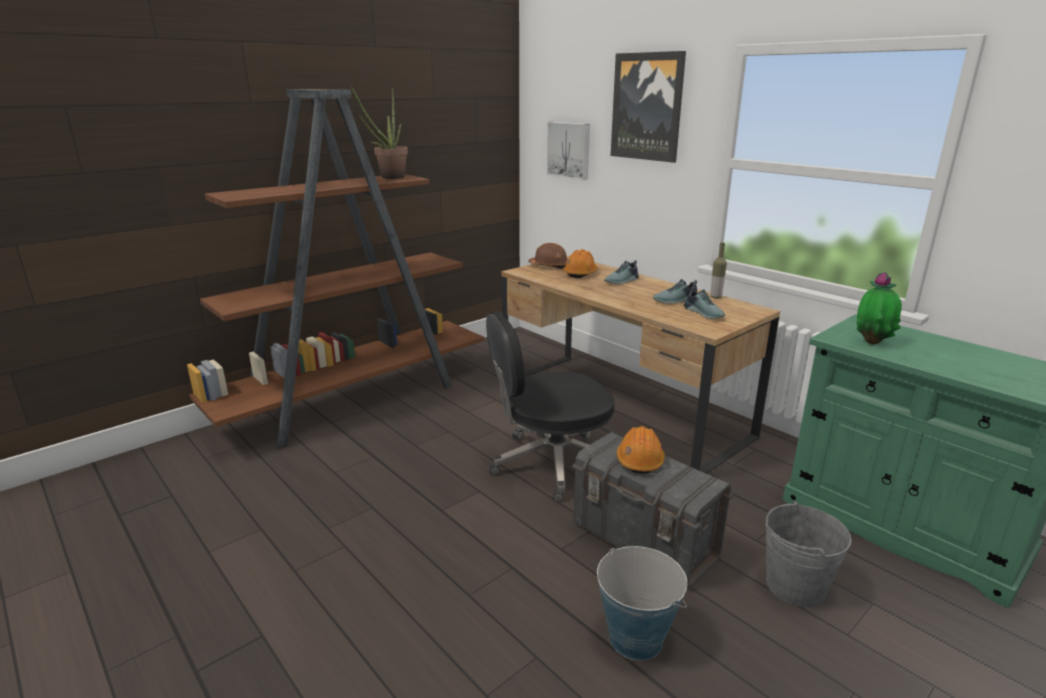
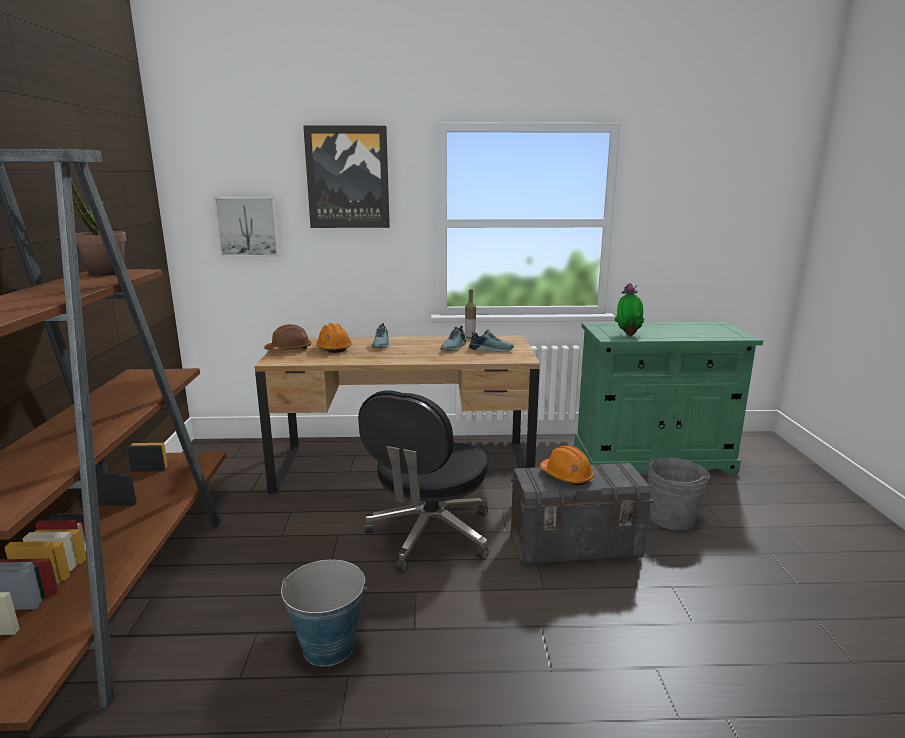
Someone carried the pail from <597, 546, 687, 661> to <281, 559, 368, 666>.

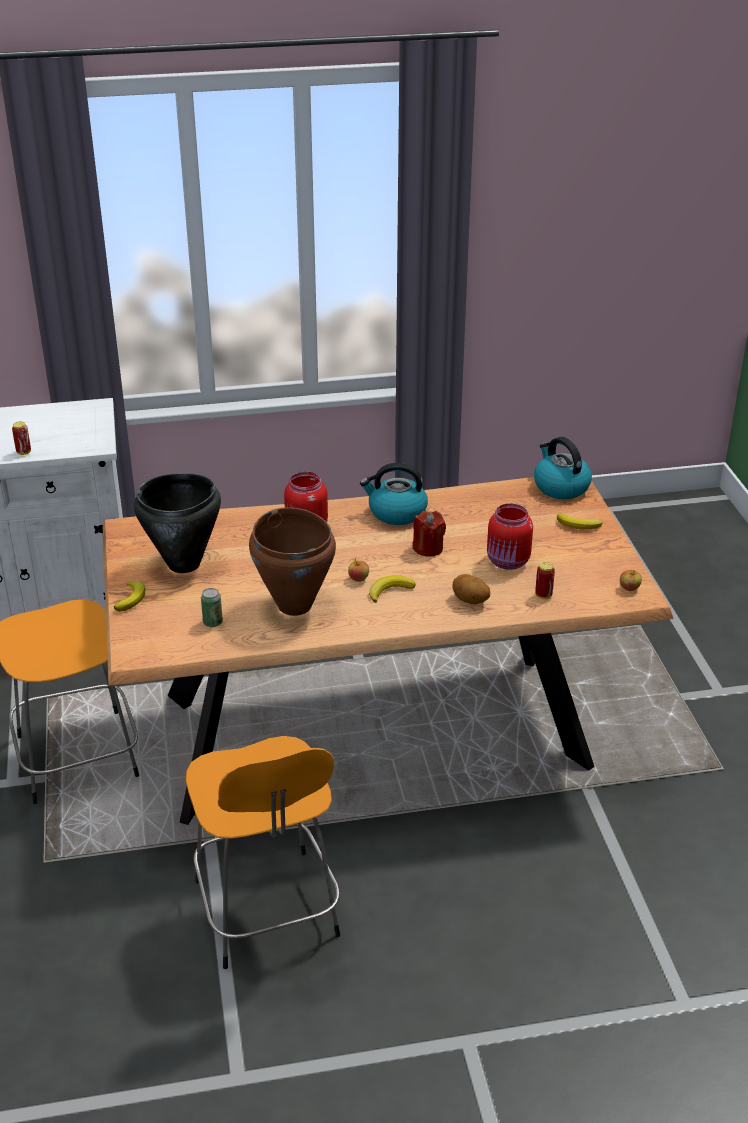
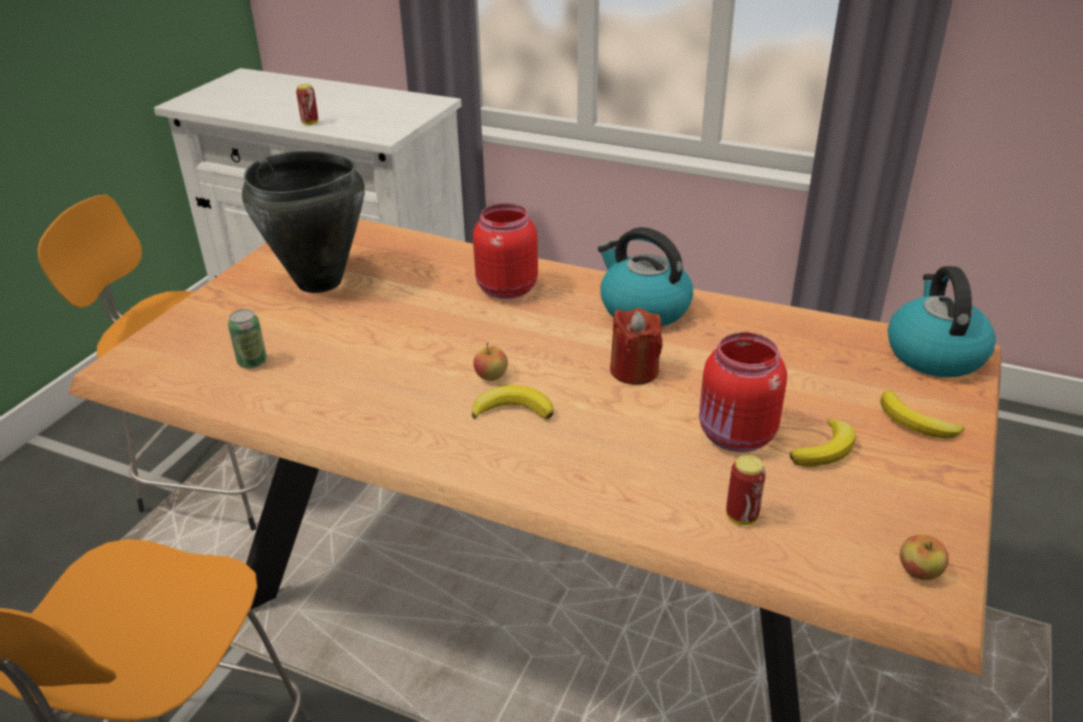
Someone carried the whole banana from <114, 581, 145, 612> to <790, 419, 855, 467>.
Someone took away the brown-coloured saucepot at <249, 507, 336, 616>.
Someone took away the whole potato at <452, 574, 490, 604>.

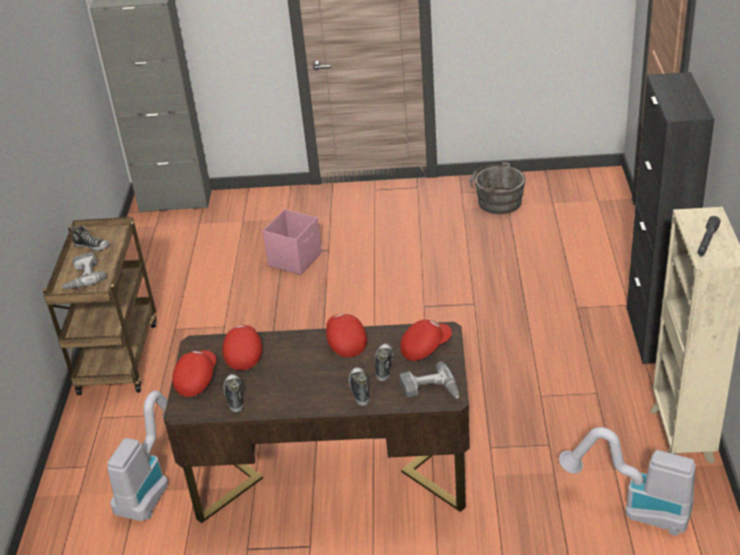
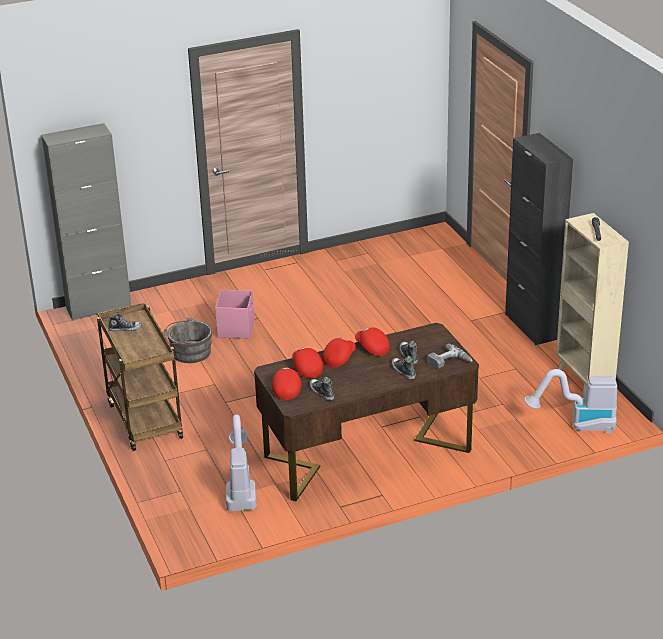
Someone took away the drill at <61, 252, 107, 289>.
Someone carried the red-coloured baseball cap from <400, 320, 452, 361> to <322, 338, 356, 368>.
Someone carried the greyish pail from <469, 162, 525, 214> to <164, 317, 212, 363>.

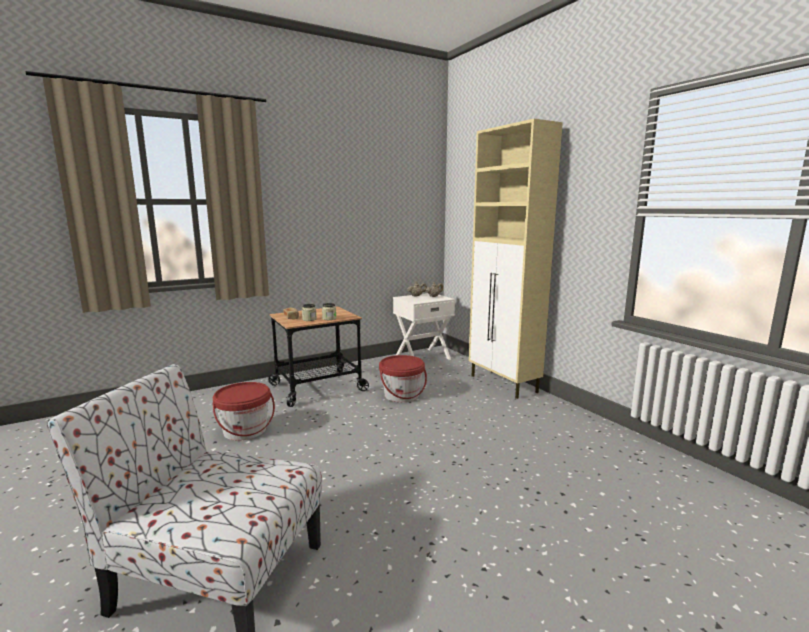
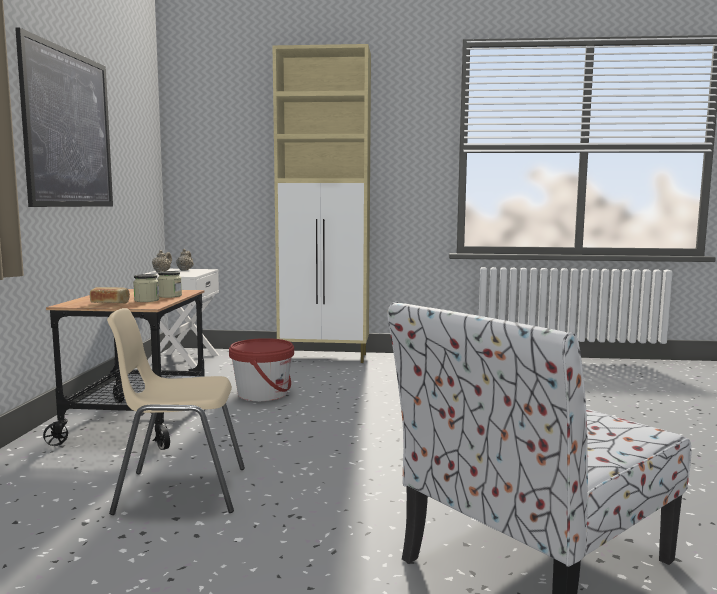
Someone swapped the red-coloured pail at <213, 382, 275, 441> for the sand-coloured chair at <107, 308, 245, 515>.
Someone put up the wall art at <15, 28, 113, 207>.

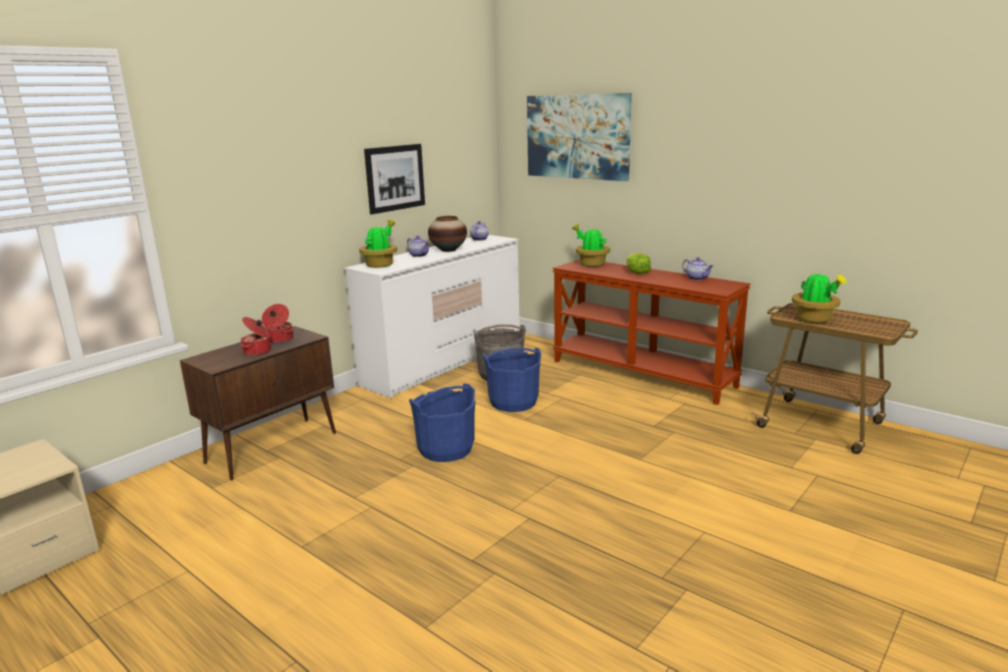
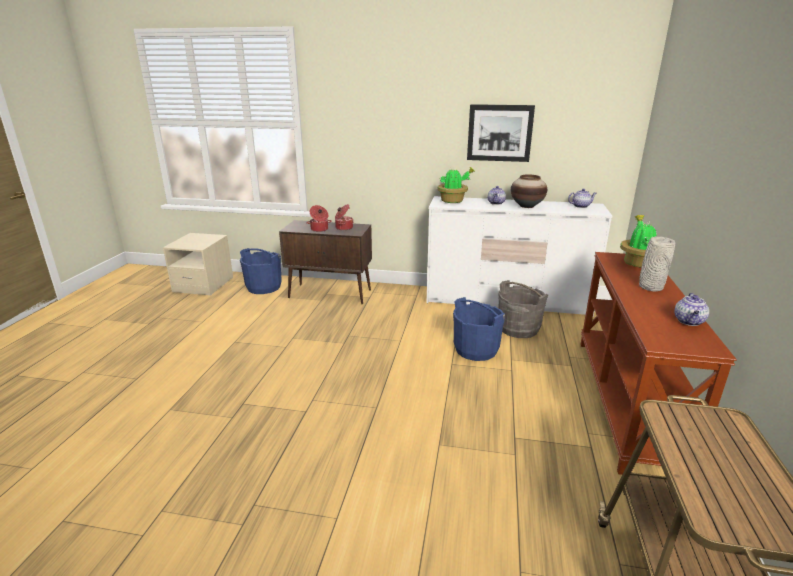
Someone carried the bluish pail from <409, 384, 475, 462> to <240, 248, 282, 294>.
Someone took away the wall art at <527, 93, 632, 181>.
Someone swapped the head of lettuce at <626, 253, 651, 274> for the greyish flower vase at <639, 236, 675, 292>.
Someone took away the potted plant at <792, 269, 847, 323>.

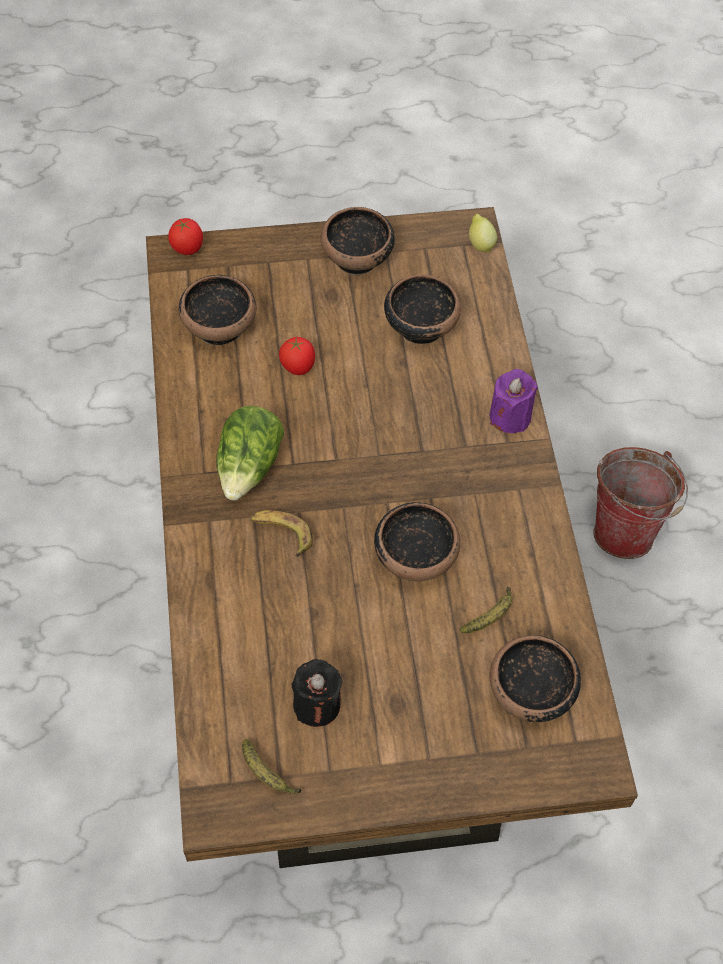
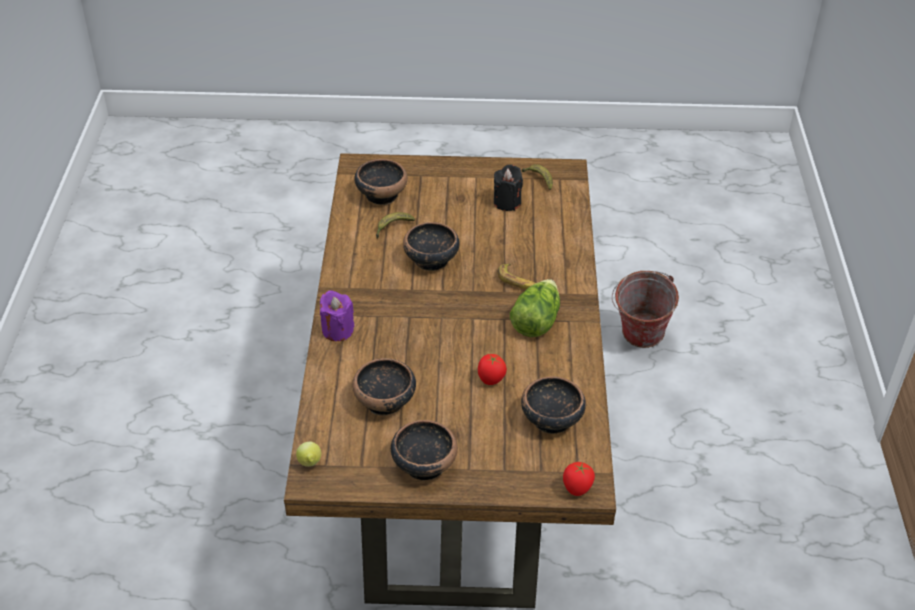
Someone carried the pail from <594, 447, 688, 559> to <612, 271, 679, 348>.

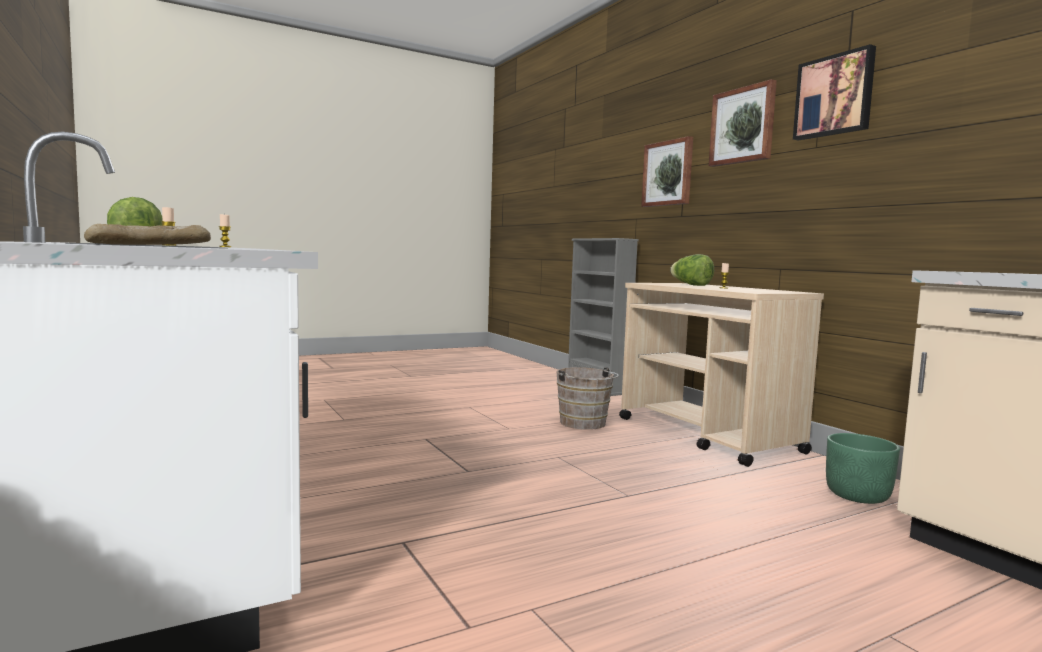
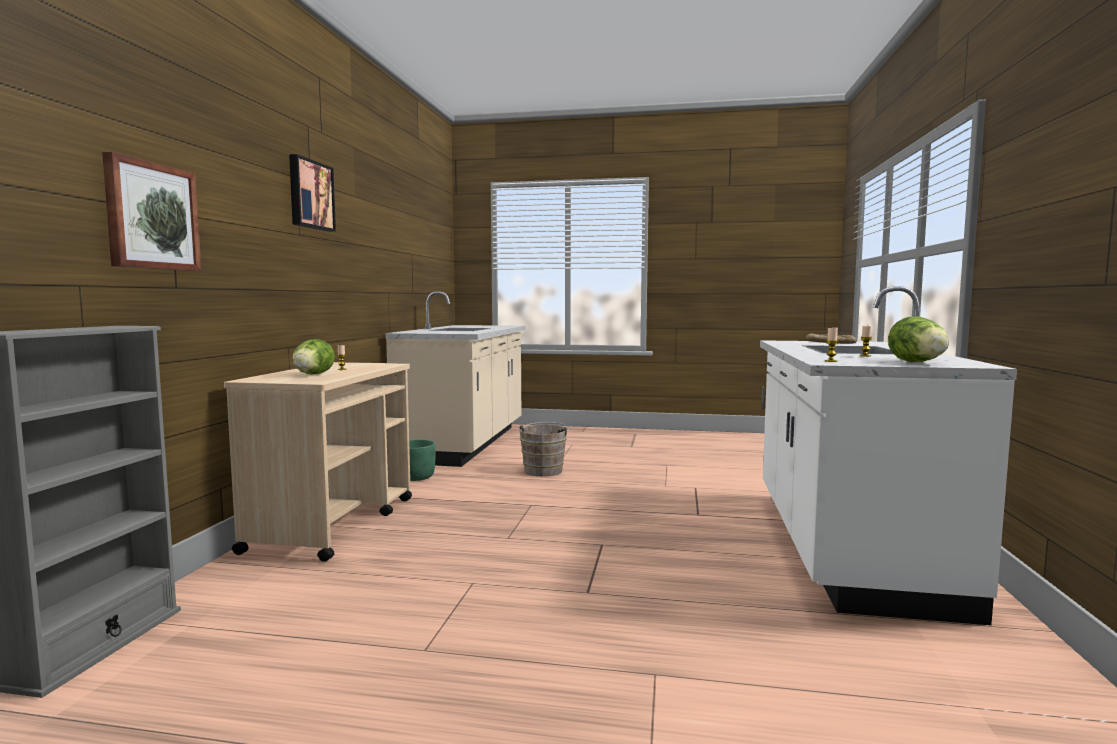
Someone carried the brown-coloured pail from <556, 367, 619, 430> to <519, 422, 570, 477>.
Someone took away the wall art at <709, 79, 777, 167>.

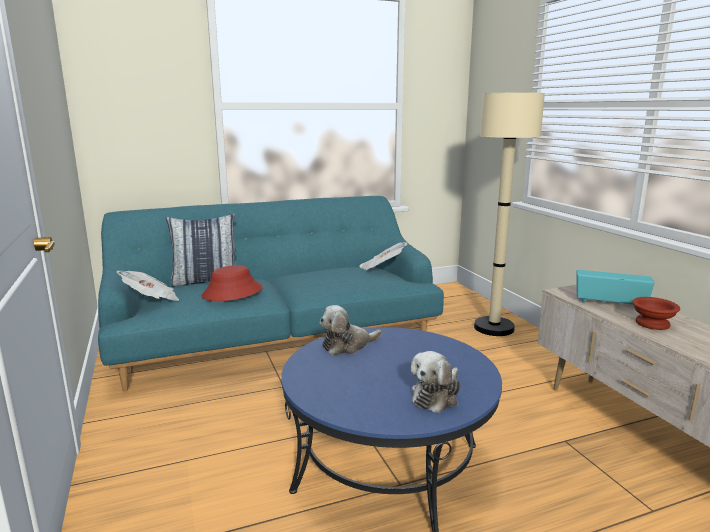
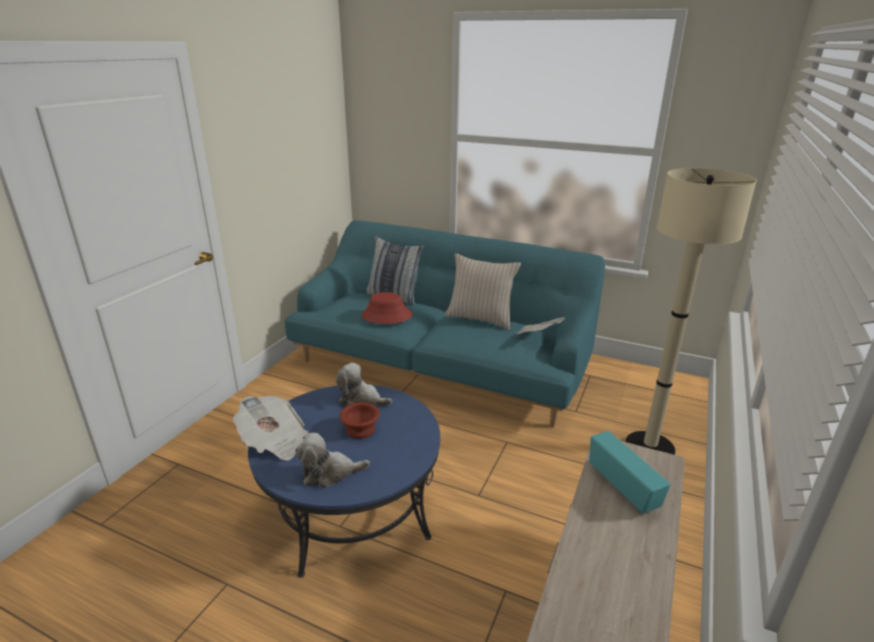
Someone carried the newspaper from <117, 271, 180, 301> to <233, 396, 309, 461>.
Someone carried the brown-coloured serving bowl from <632, 297, 680, 330> to <339, 402, 380, 439>.
Someone put down the sand-coloured cushion at <445, 253, 521, 330>.

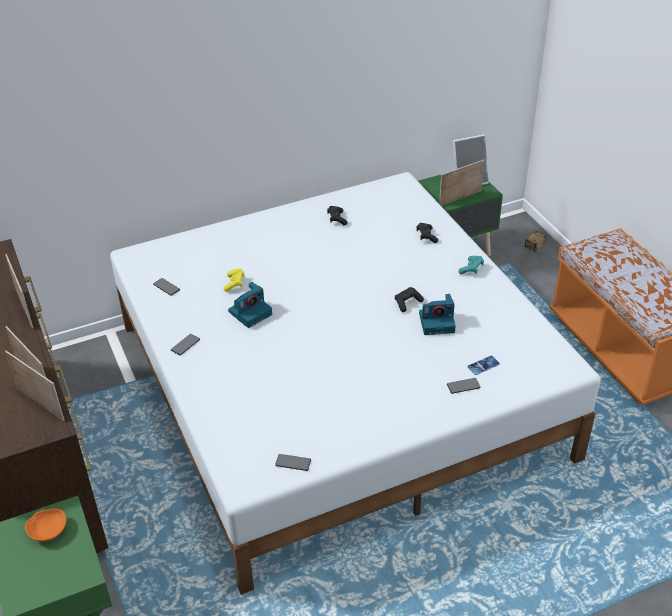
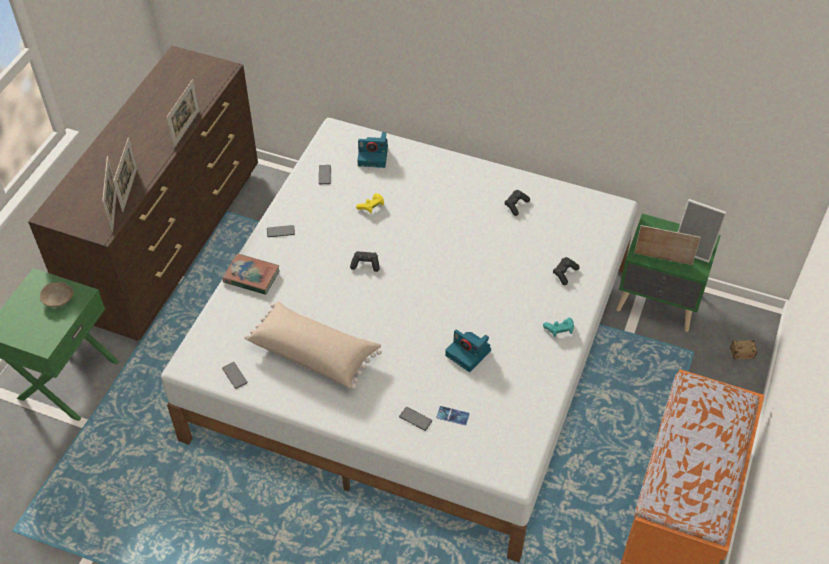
Someone repainted the orange-coloured serving bowl at <25, 509, 66, 541>, which became the sand-coloured serving bowl at <40, 282, 73, 307>.
Someone carried the photo camera from <228, 282, 272, 328> to <357, 132, 388, 168>.
Someone carried the black-coloured gamepad from <395, 287, 424, 312> to <350, 251, 379, 272>.
Someone put down the book at <222, 253, 280, 295>.
Someone put down the sand-coloured cushion at <244, 302, 382, 389>.

